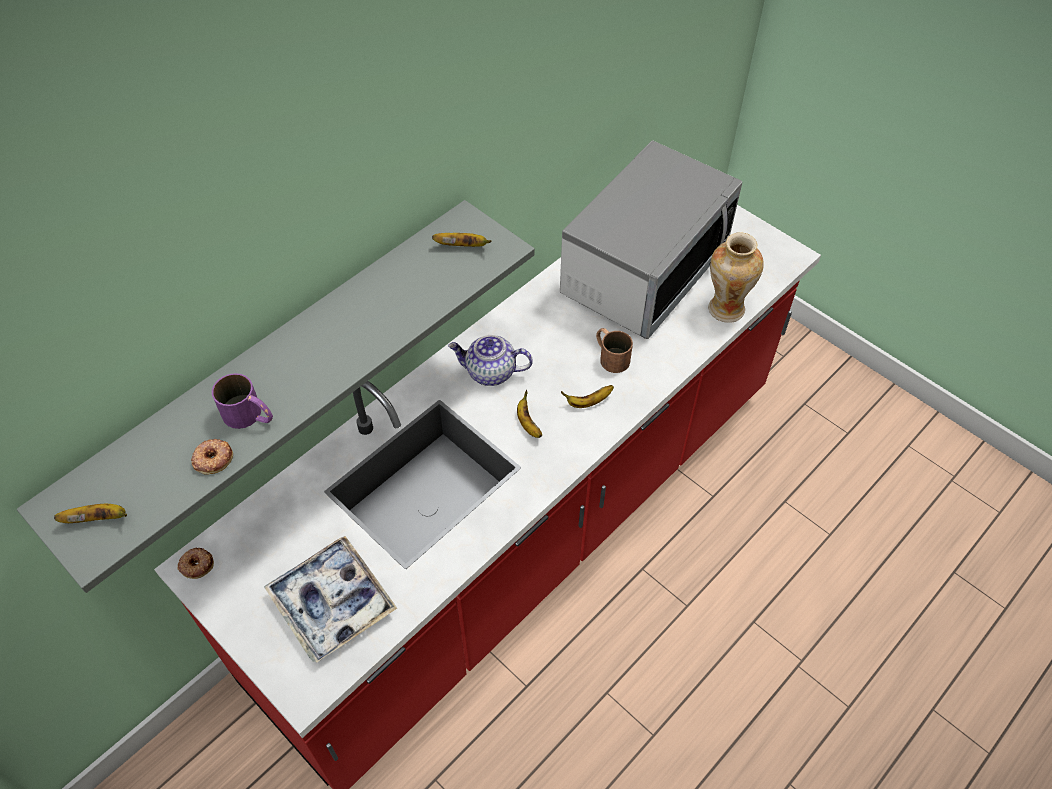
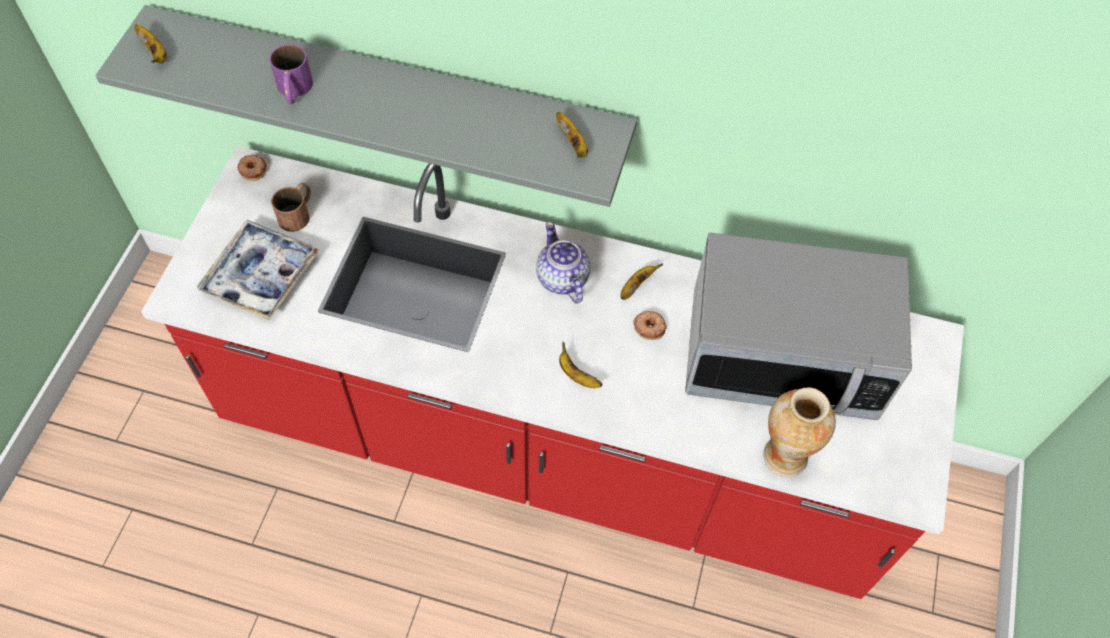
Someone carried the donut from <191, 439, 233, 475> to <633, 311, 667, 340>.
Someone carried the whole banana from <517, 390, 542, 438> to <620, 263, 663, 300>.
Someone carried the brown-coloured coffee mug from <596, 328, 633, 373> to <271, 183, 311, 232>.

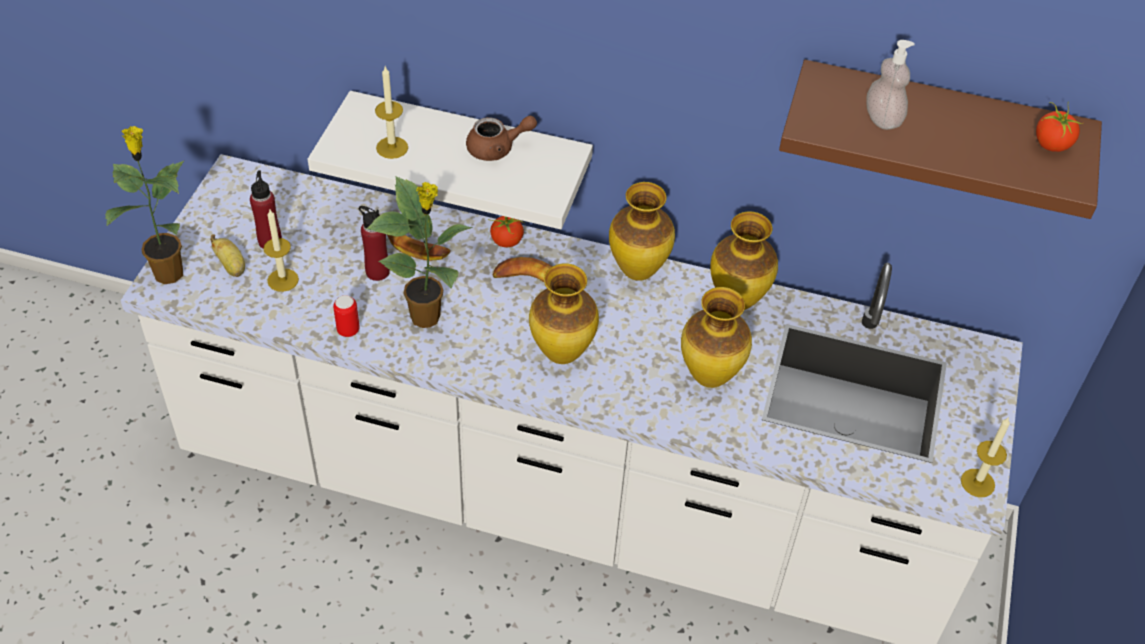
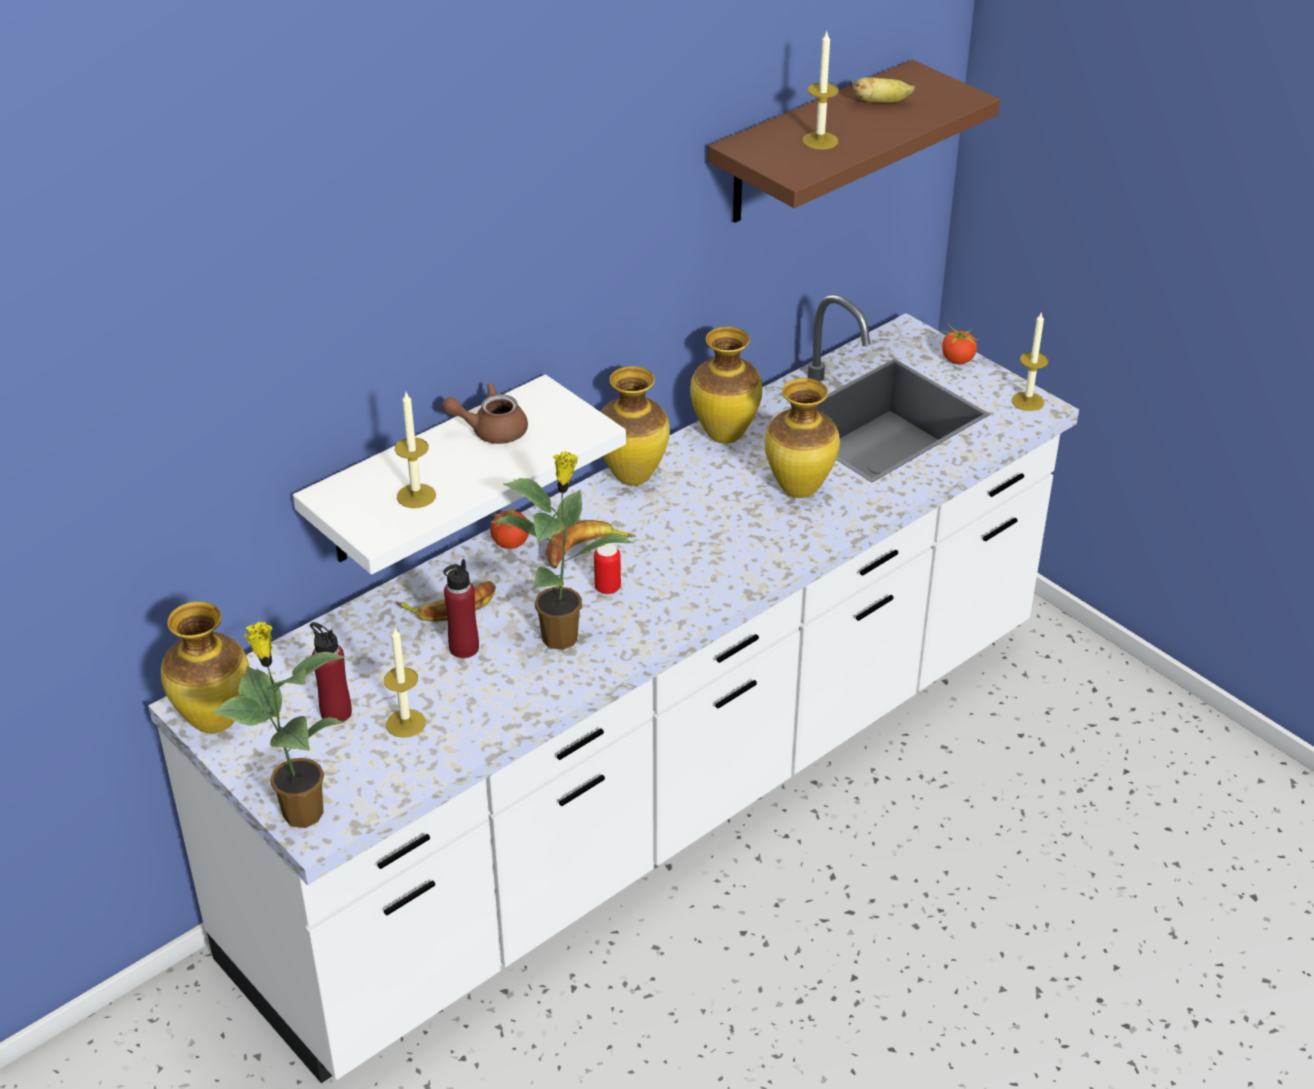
Someone carried the whole banana from <210, 234, 245, 277> to <850, 77, 916, 103>.
Someone carried the sealed can from <333, 295, 360, 337> to <594, 543, 621, 594>.
Someone rotated the brown-coloured teapot at <466, 116, 537, 161> by 120 degrees counterclockwise.
Someone carried the flower vase from <529, 263, 599, 364> to <161, 601, 249, 733>.
Someone swapped the liquid soap bottle at <867, 40, 915, 130> for the wax light at <802, 32, 839, 150>.
Someone carried the fresh tomato from <1036, 102, 1083, 152> to <942, 324, 979, 365>.

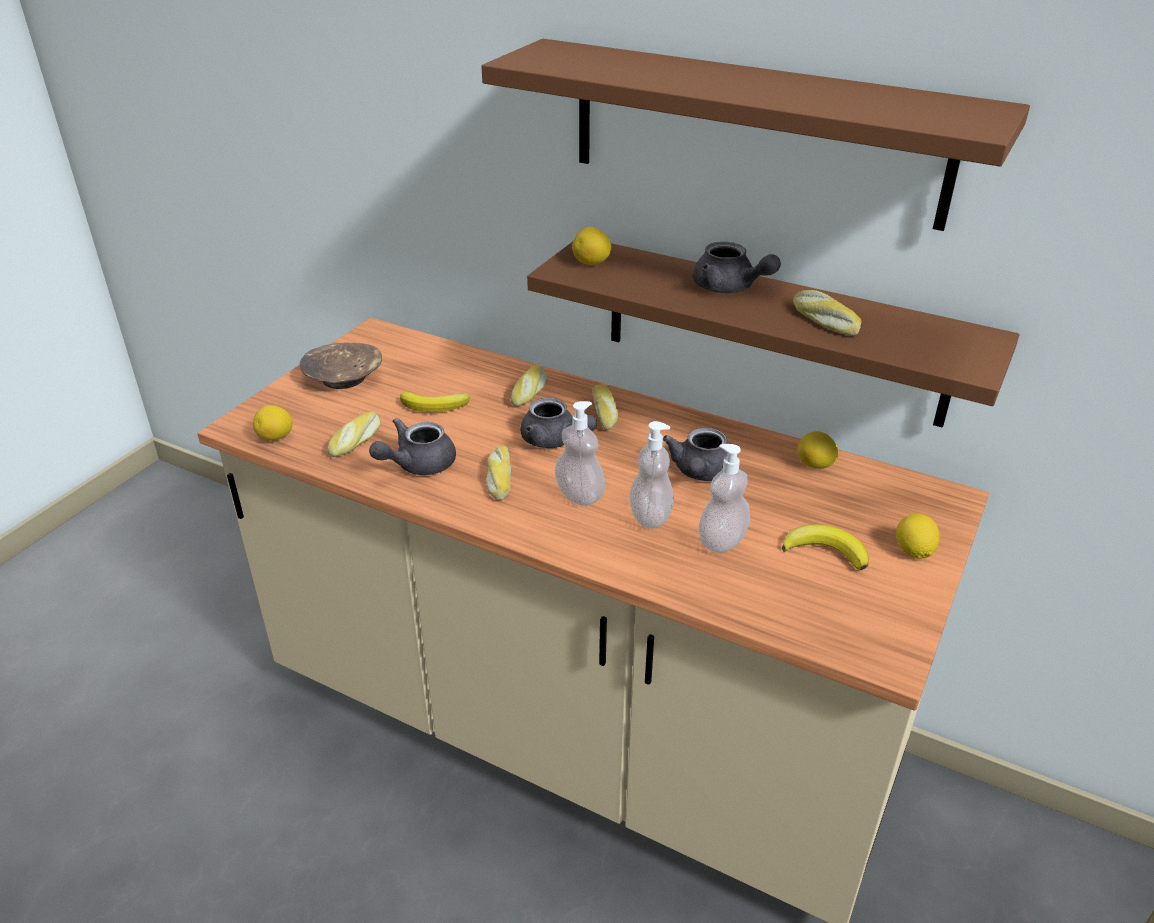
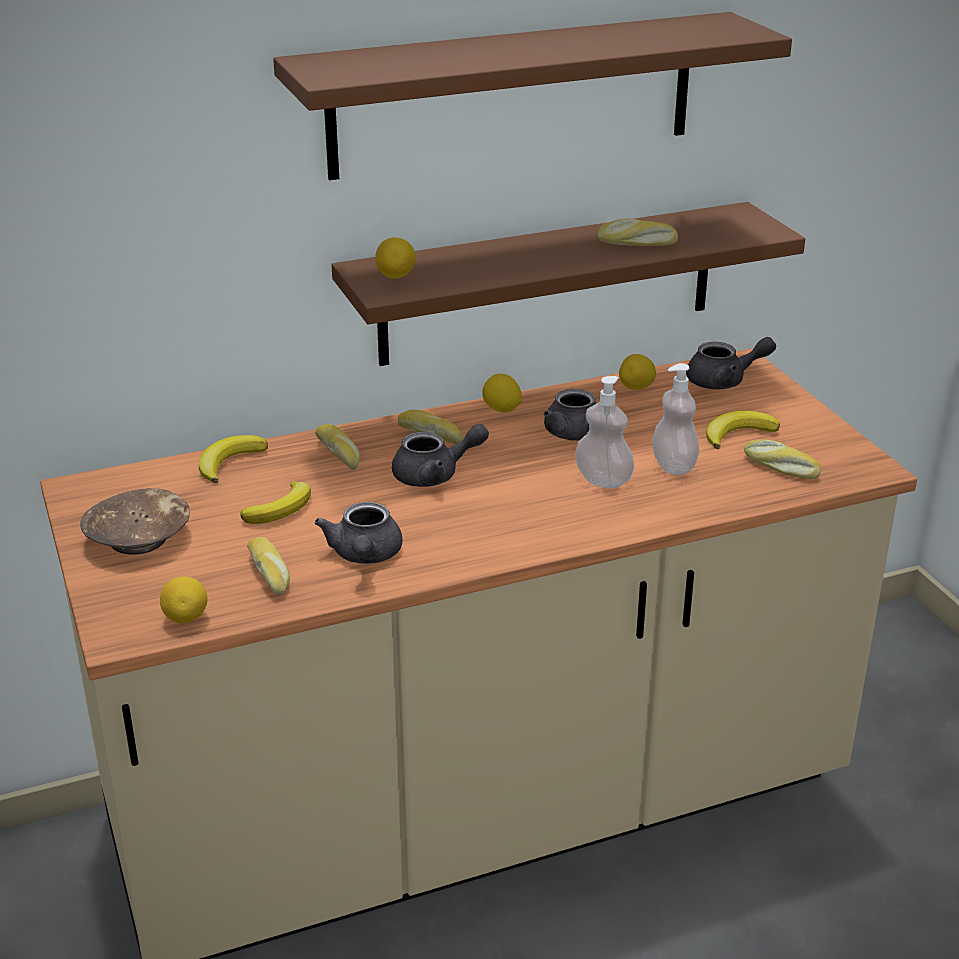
Someone carried the bakery bread from <486, 446, 511, 500> to <744, 439, 821, 479>.
Someone took away the liquid soap bottle at <555, 401, 605, 506>.
Someone carried the greyish teapot from <693, 242, 781, 293> to <686, 337, 776, 389>.
Someone carried the citrus fruit from <896, 513, 939, 559> to <482, 374, 522, 413>.
Someone put down the whole banana at <199, 435, 268, 483>.

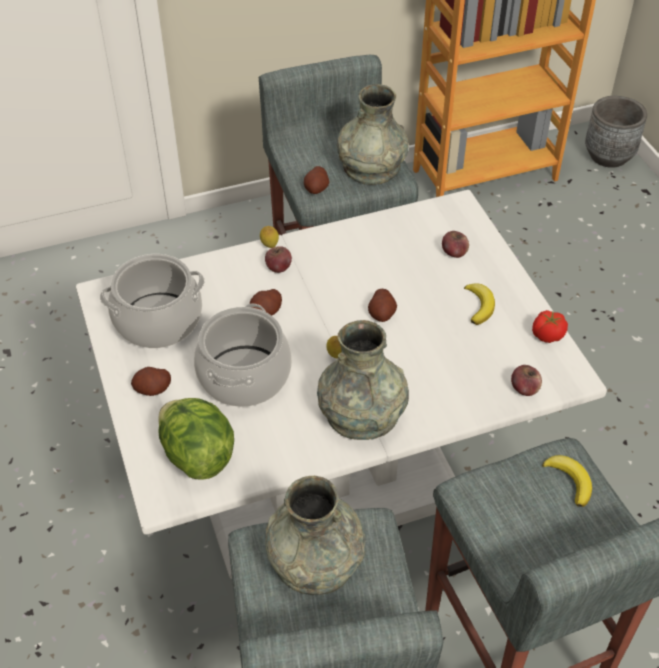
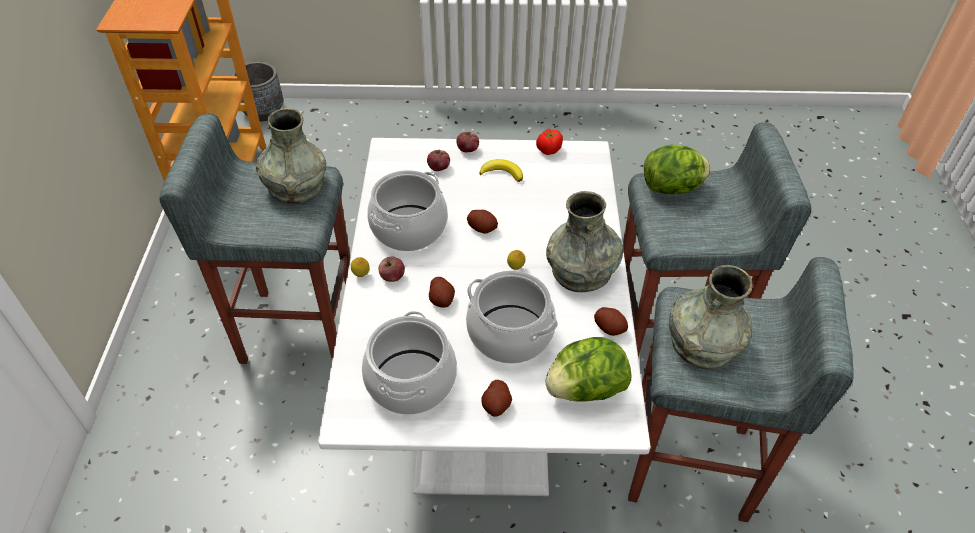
Someone carried the whole potato from <304, 166, 329, 194> to <594, 307, 628, 336>.
Someone carried the apple fruit from <511, 365, 542, 396> to <456, 132, 479, 152>.
Someone swapped the whole banana at <542, 455, 592, 507> for the head of lettuce at <644, 145, 710, 194>.
Someone put down the saucepot at <367, 170, 448, 251>.

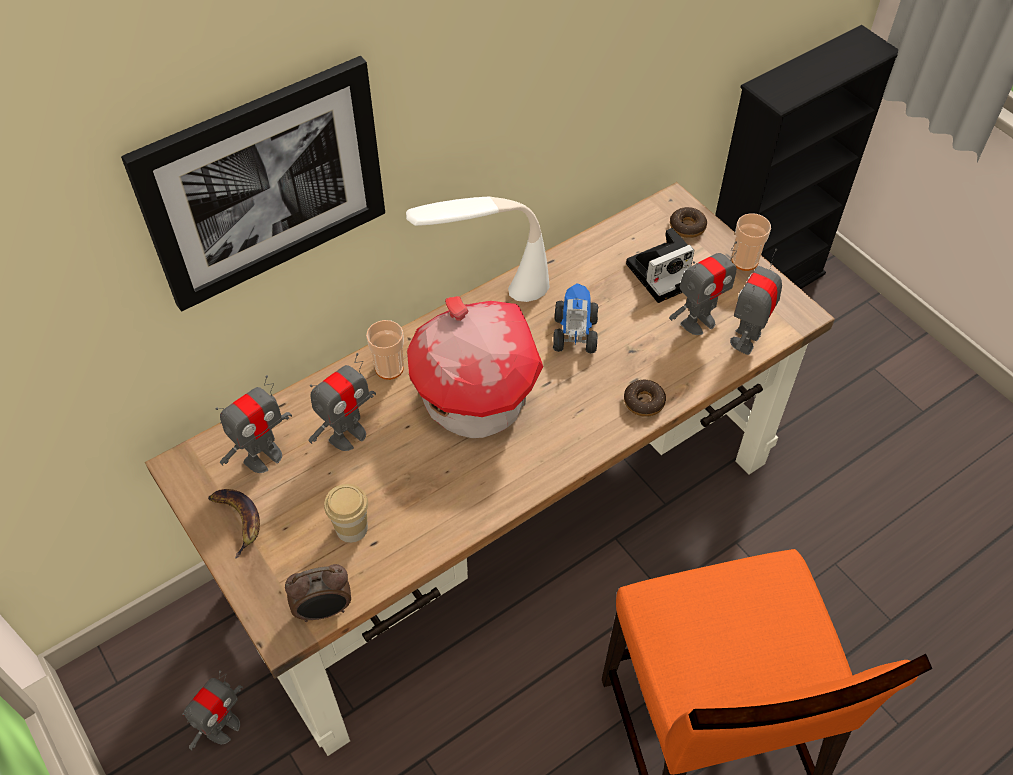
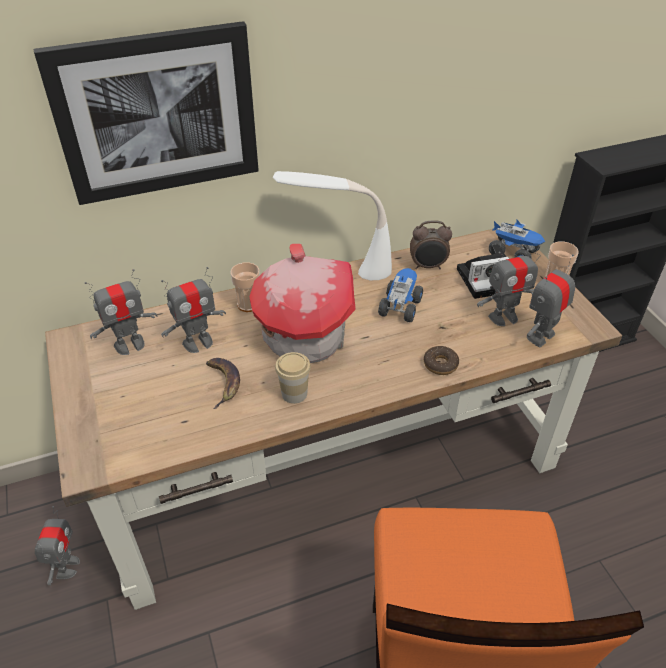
Someone rotated the model robot at <182, 671, 243, 750> by 45 degrees counterclockwise.
Someone carried the whole banana from <208, 489, 260, 559> to <206, 358, 240, 409>.
Someone carried the bedside clock from <285, 564, 351, 622> to <410, 221, 452, 269>.
Someone carried the small cup from <324, 484, 368, 543> to <275, 352, 311, 404>.
Someone swapped the donut at <670, 207, 707, 238> for the model truck at <489, 220, 546, 258>.

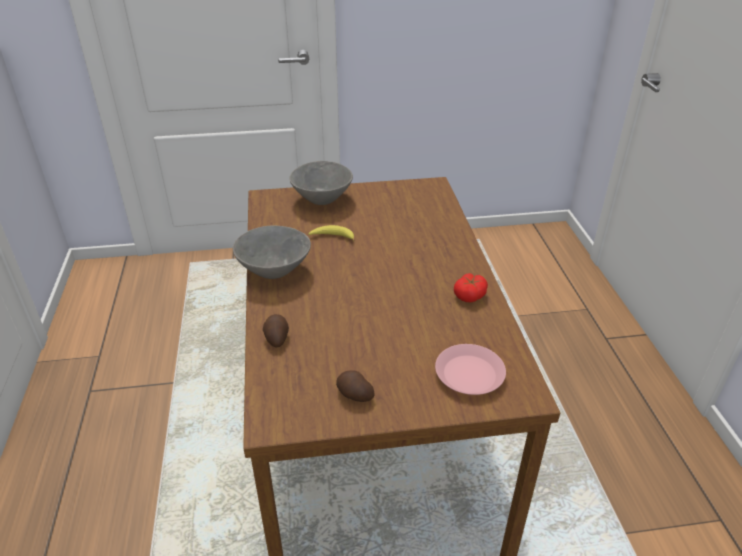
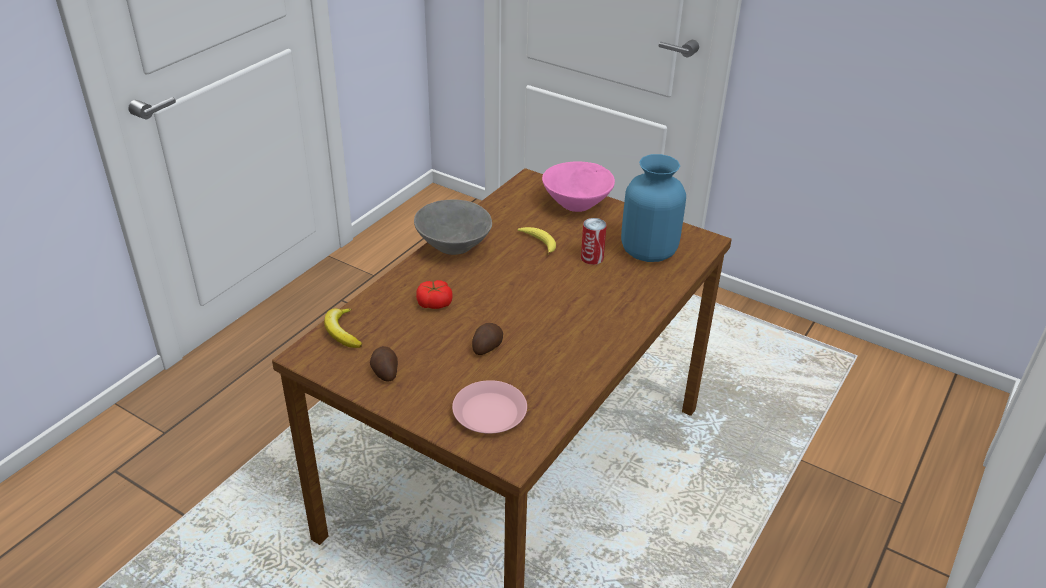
Someone carried the whole potato from <263, 314, 289, 347> to <472, 323, 503, 355>.
Someone repainted the greyish serving bowl at <289, 161, 353, 205>, which became the pinkish serving bowl at <542, 161, 615, 212>.
Someone carried the fresh tomato from <454, 273, 488, 302> to <416, 280, 453, 309>.
Someone put down the whole banana at <324, 308, 362, 348>.
Someone put down the sealed can at <581, 218, 607, 265>.
Someone put down the bluish flower vase at <621, 154, 686, 262>.

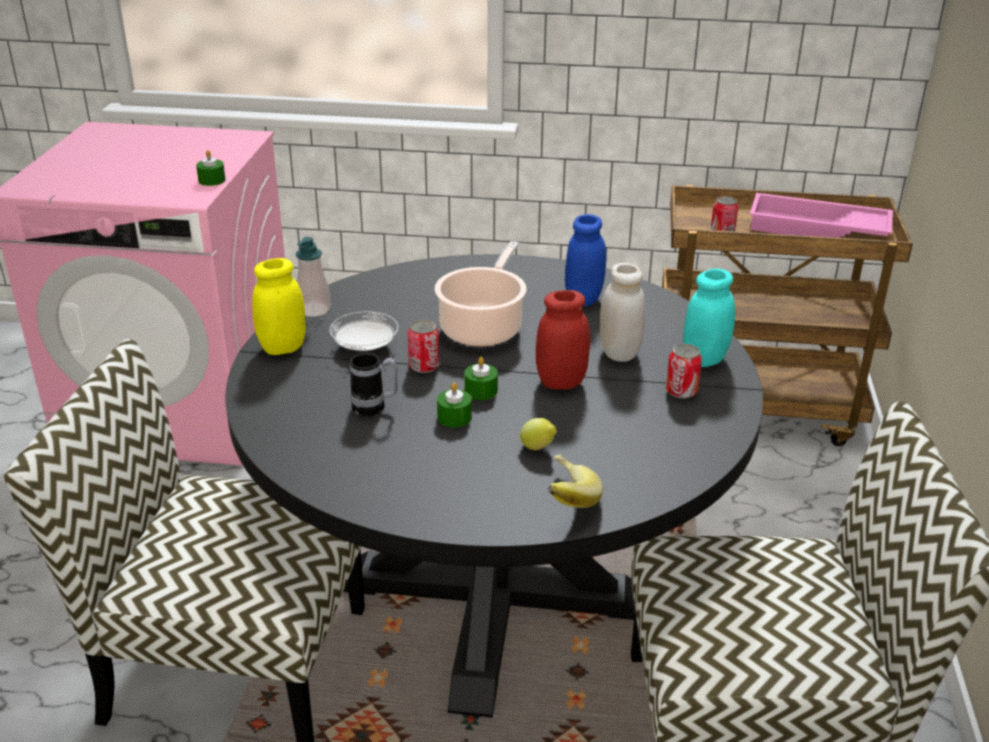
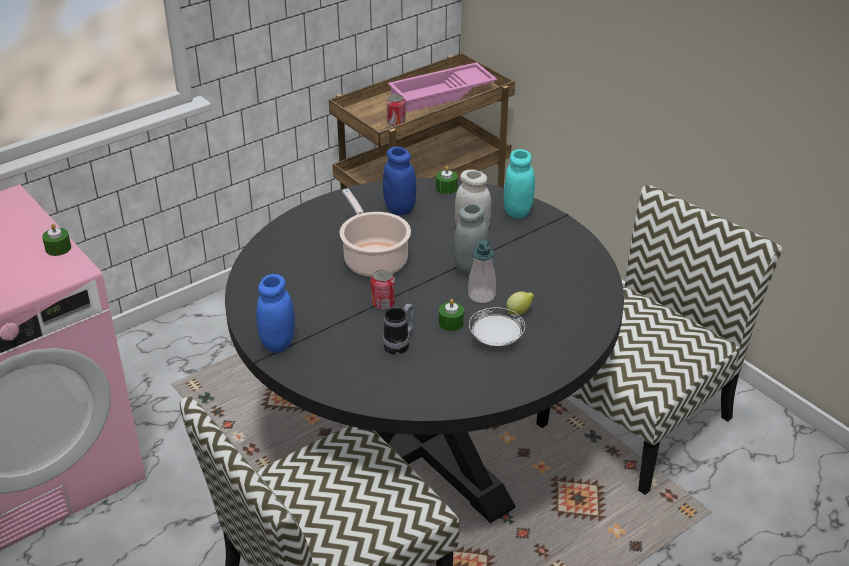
Someone repainted the yellow-coloured preserve jar at <252, 258, 306, 355>, which became the bluish preserve jar at <256, 274, 295, 353>.
Someone carried the liquid soap bottle from <296, 237, 331, 317> to <468, 240, 496, 303>.
Someone carried the white-coloured dinner plate from <330, 311, 398, 351> to <469, 307, 525, 346>.
Someone carried the greenish wax light from <464, 357, 498, 400> to <436, 166, 458, 194>.
Someone repainted the red-coloured preserve jar at <536, 290, 590, 389>, which became the greyish preserve jar at <453, 203, 489, 276>.
Someone took away the whole banana at <548, 454, 603, 508>.
Someone took away the sealed can at <666, 344, 702, 399>.

